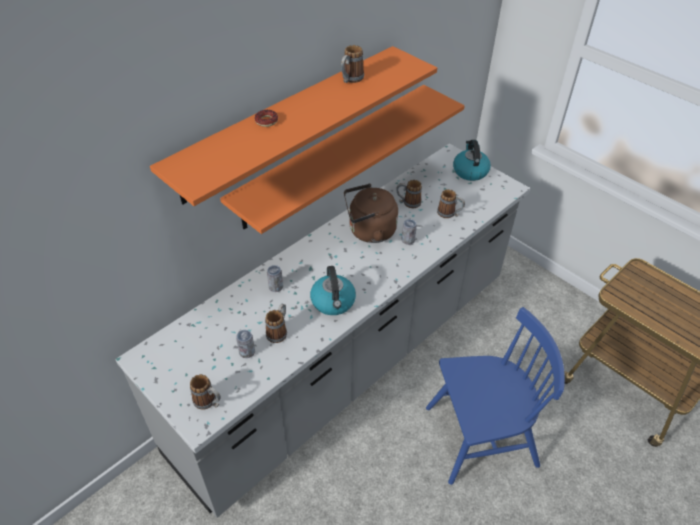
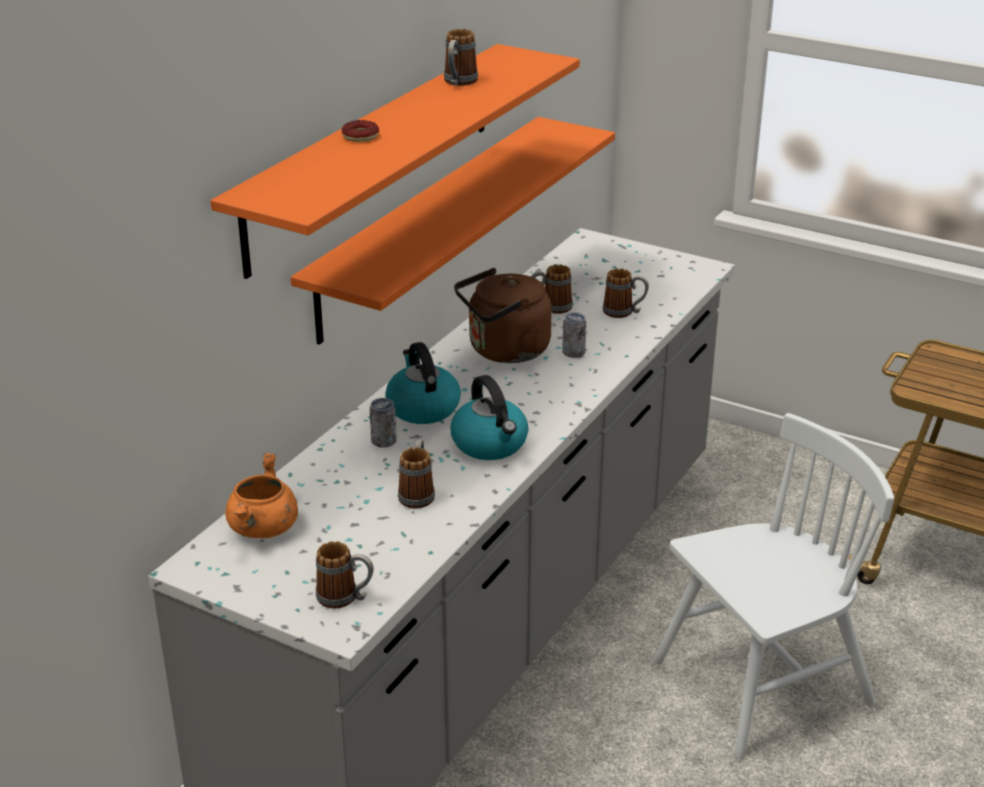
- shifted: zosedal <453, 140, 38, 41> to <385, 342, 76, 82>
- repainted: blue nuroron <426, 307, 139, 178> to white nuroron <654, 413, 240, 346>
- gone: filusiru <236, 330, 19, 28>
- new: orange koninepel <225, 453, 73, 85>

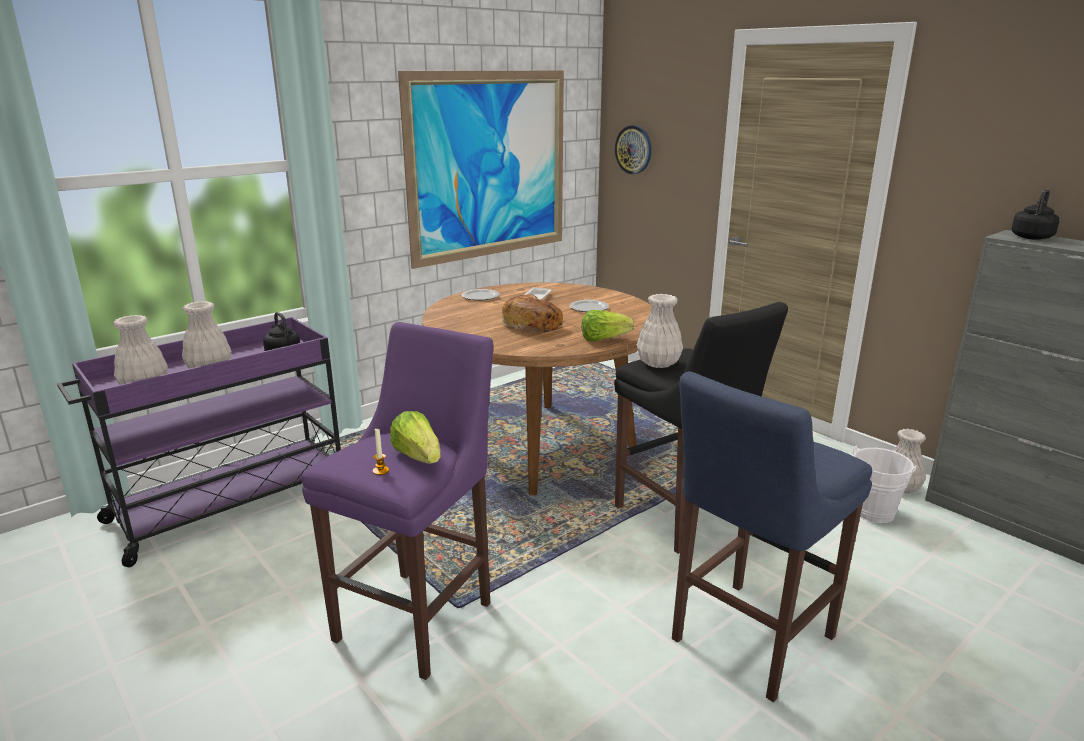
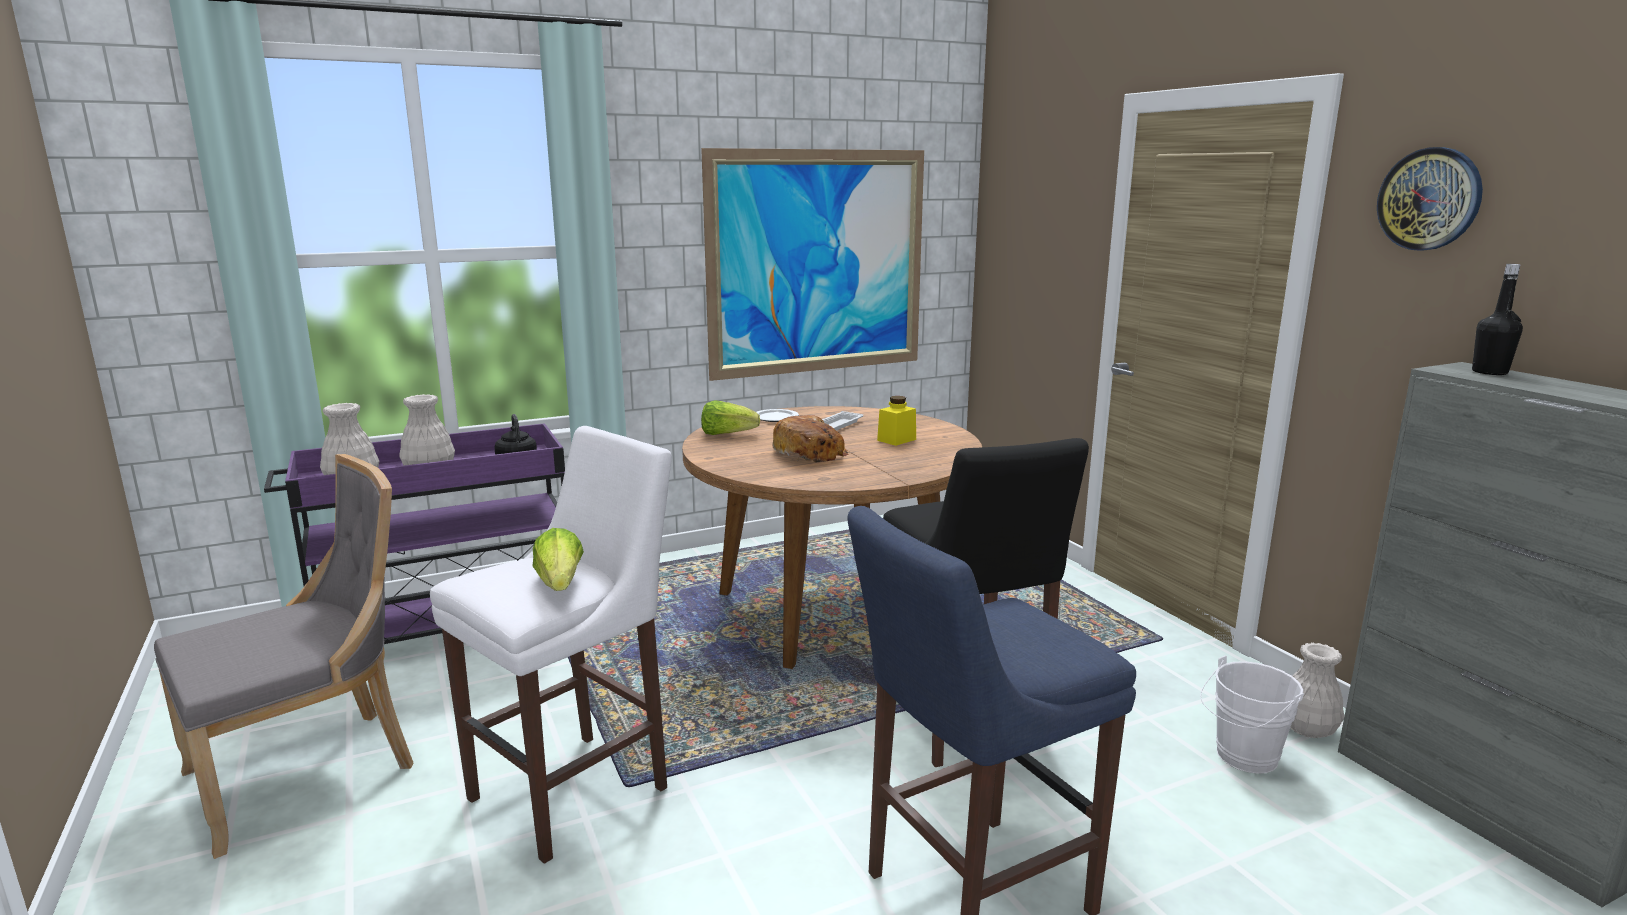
- shifted: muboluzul <615, 125, 37, 49> to <1377, 147, 106, 104>
- swapped: black zosedal <1011, 189, 48, 51> to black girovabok <1472, 264, 51, 111>
- gone: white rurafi <637, 294, 46, 74>
- swapped: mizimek <569, 300, 40, 12> to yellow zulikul <877, 396, 39, 50>
- shifted: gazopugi <582, 310, 52, 31> to <701, 400, 59, 35>
- repainted: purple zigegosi <302, 322, 191, 358> to white zigegosi <430, 426, 242, 438>
- gone: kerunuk <373, 429, 16, 46>
- new: grey nuroron <154, 454, 259, 405>

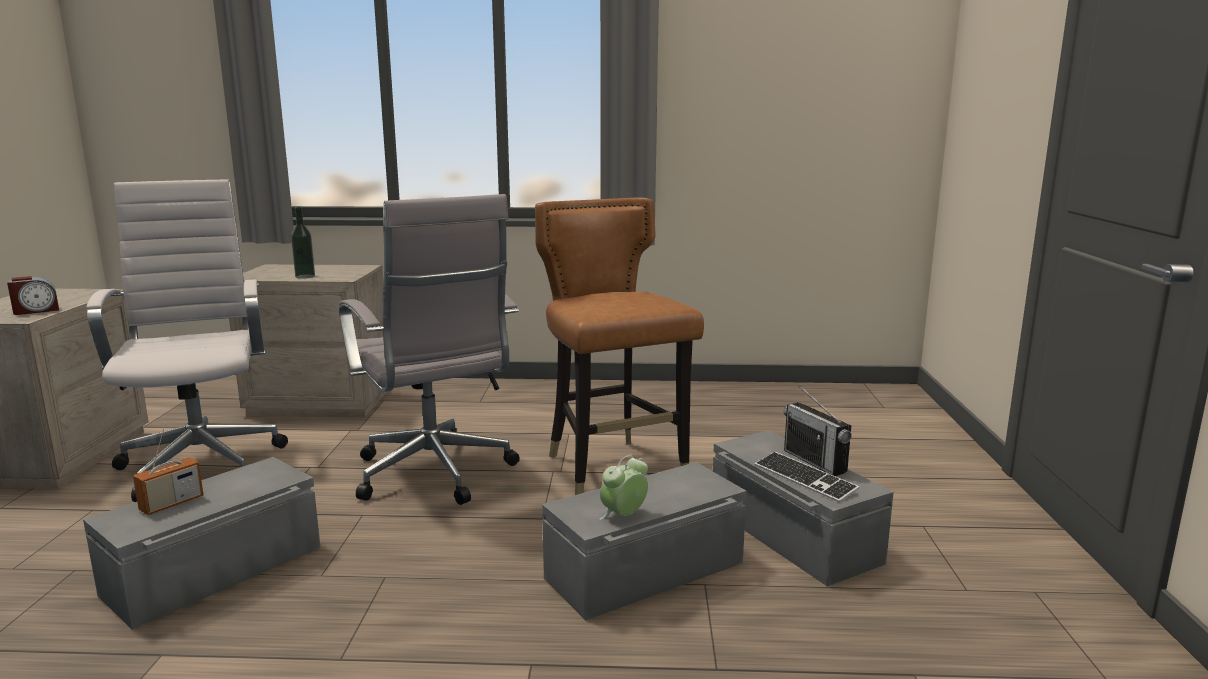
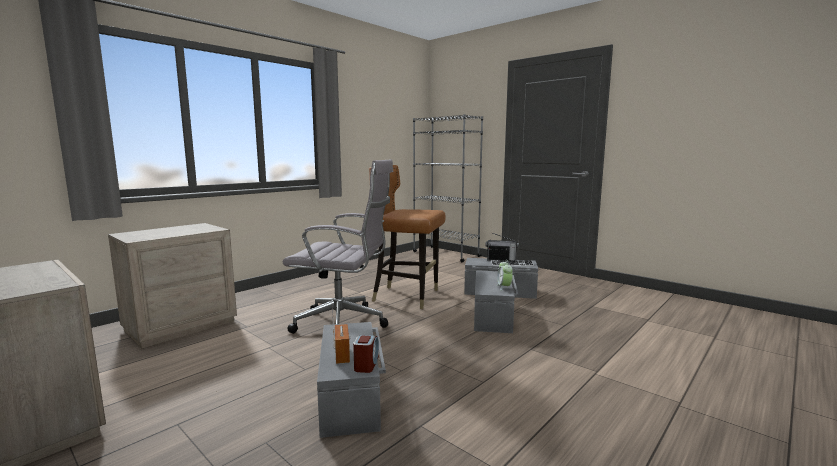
- gone: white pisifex <86, 179, 202, 323>
- gone: girovabok <291, 207, 24, 72>
- shifted: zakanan <7, 276, 52, 39> to <353, 335, 26, 38>
- new: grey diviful <413, 114, 70, 148>

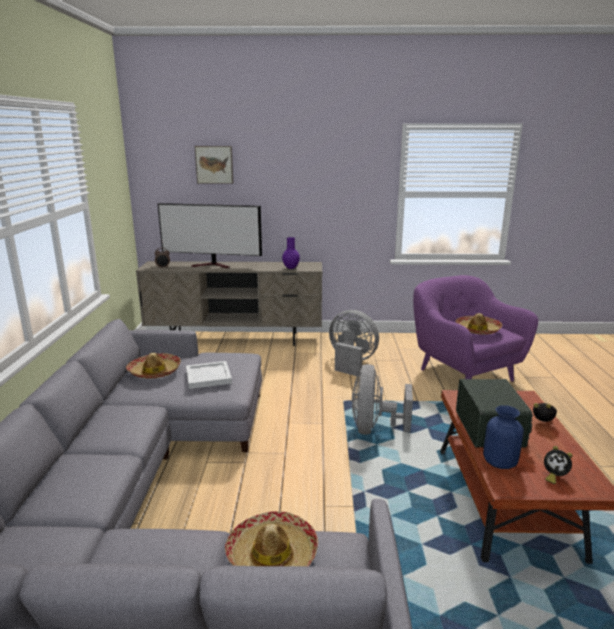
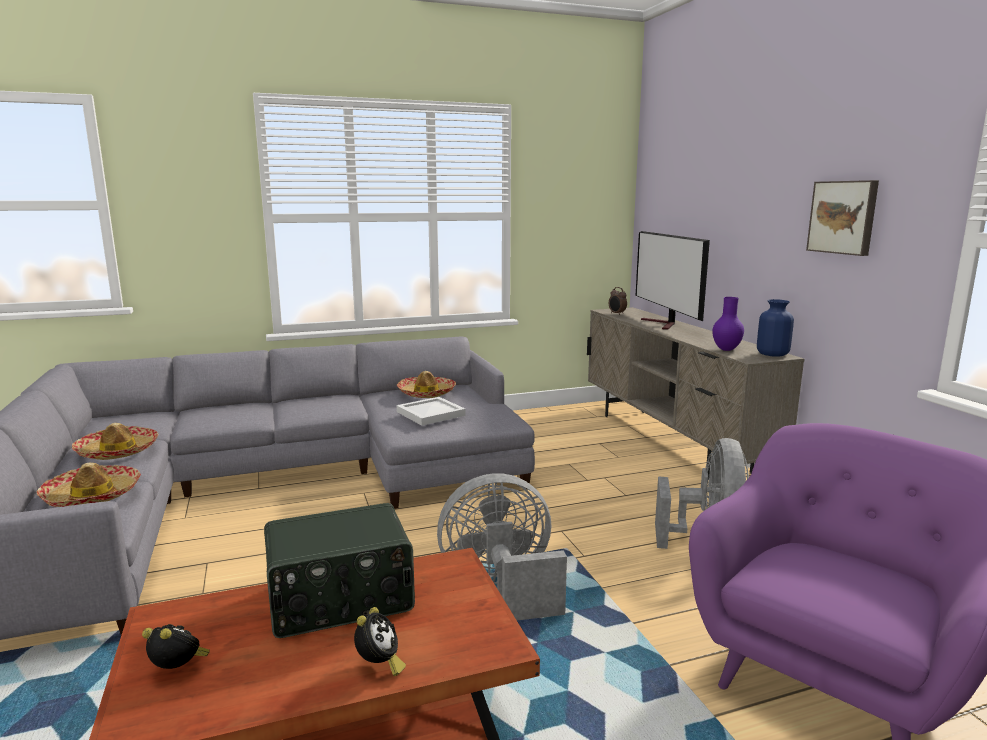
- shifted: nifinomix <195, 146, 38, 38> to <806, 180, 73, 76>
- shifted: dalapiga <455, 313, 48, 22> to <72, 423, 86, 37>
- shifted: blue rurafi <483, 405, 41, 64> to <757, 299, 37, 58>
- rotated: zakanan <544, 446, 28, 38> = <142, 624, 68, 45> 105 degrees clockwise

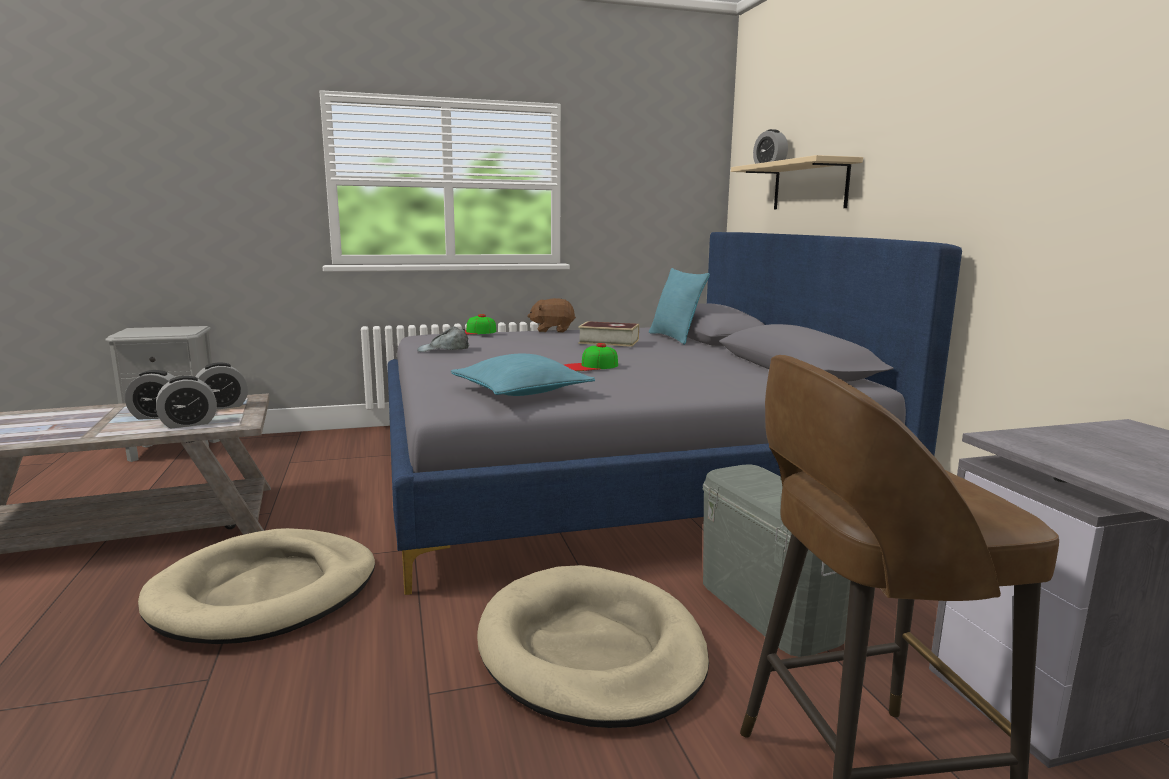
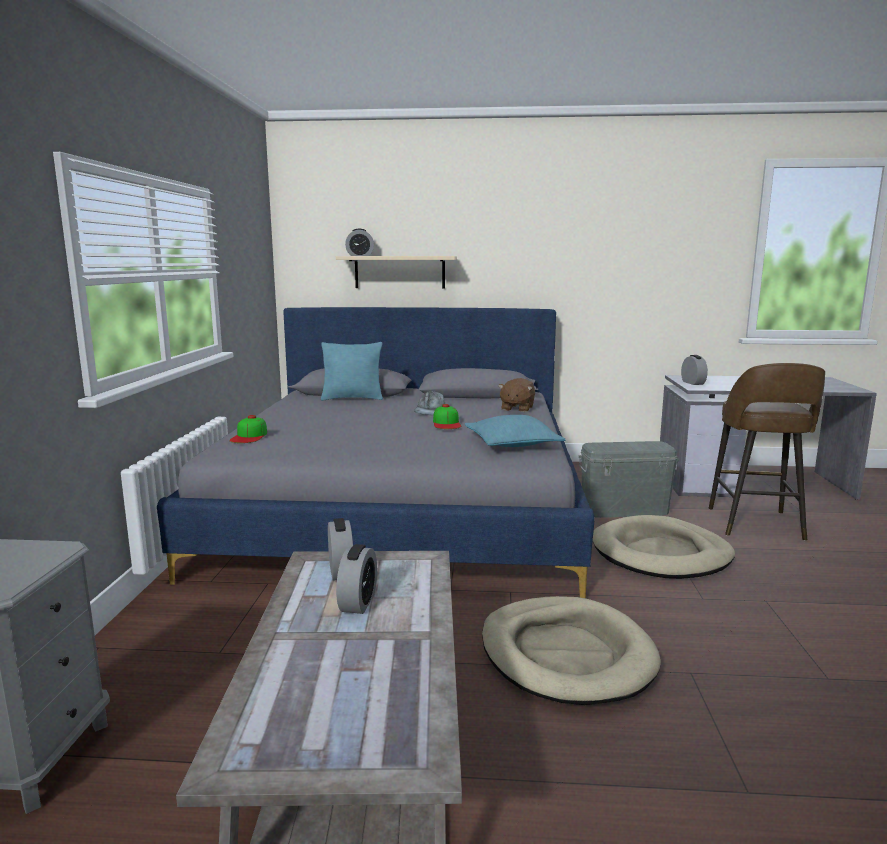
- shifted: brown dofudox <527, 298, 49, 34> to <498, 378, 37, 34>
- gone: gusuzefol <578, 321, 61, 26>
- shifted: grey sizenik <417, 327, 52, 25> to <414, 391, 31, 24>
- shifted: zakanan <156, 376, 61, 52> to <681, 355, 27, 30>

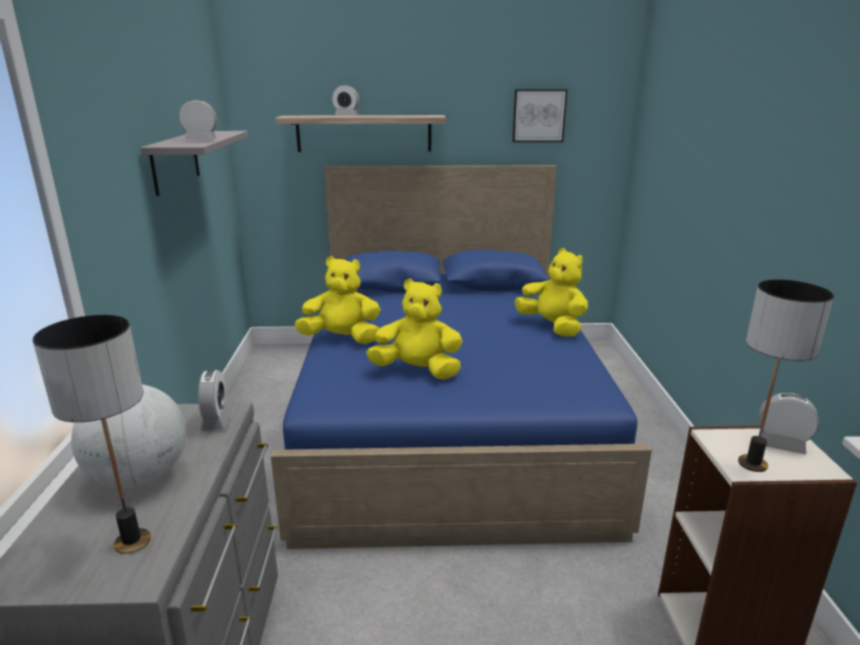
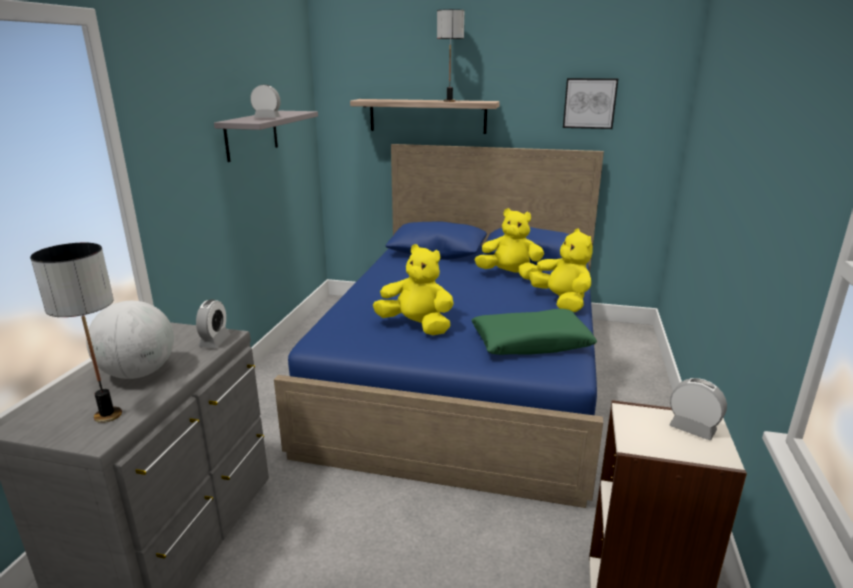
- gone: zakanan <332, 85, 27, 31>
- shifted: yellow dofudox <294, 256, 87, 88> to <474, 208, 70, 72>
- shifted: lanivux <738, 279, 96, 193> to <437, 9, 28, 93>
- new: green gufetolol <471, 309, 126, 46>

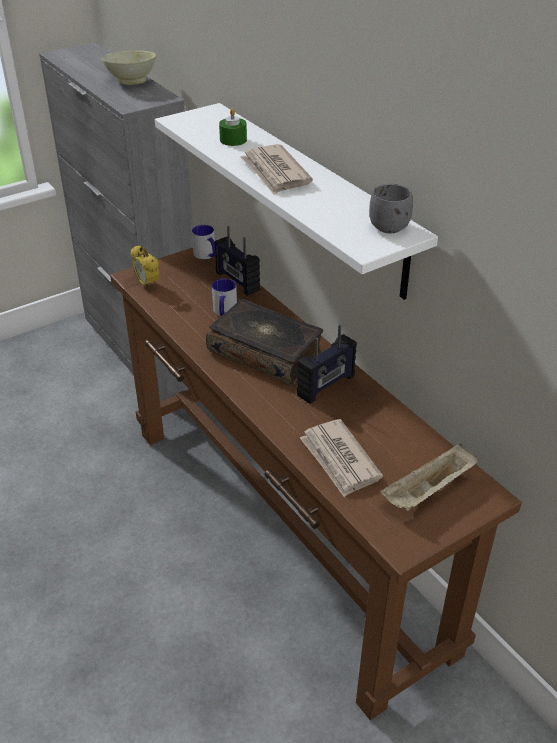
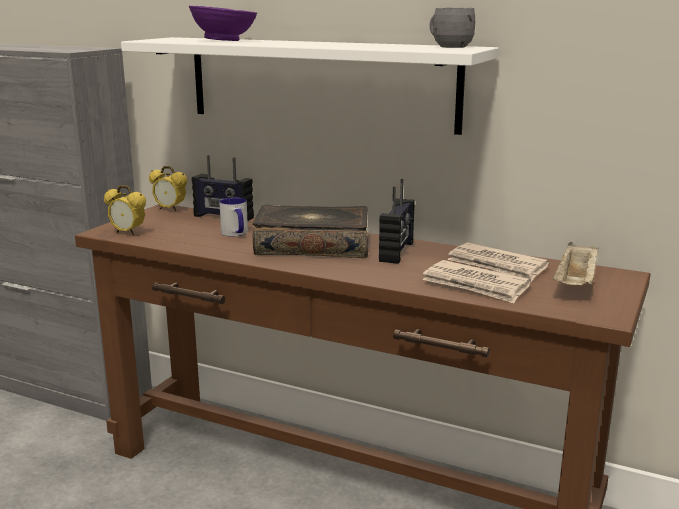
- gone: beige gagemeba <102, 50, 54, 35>
- swapped: green kerunuk <219, 108, 28, 38> to purple gagemeba <189, 6, 68, 35>
- shifted: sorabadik <240, 144, 73, 51> to <447, 242, 102, 40>
- swapped: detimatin <192, 225, 24, 34> to zakanan <149, 166, 38, 45>

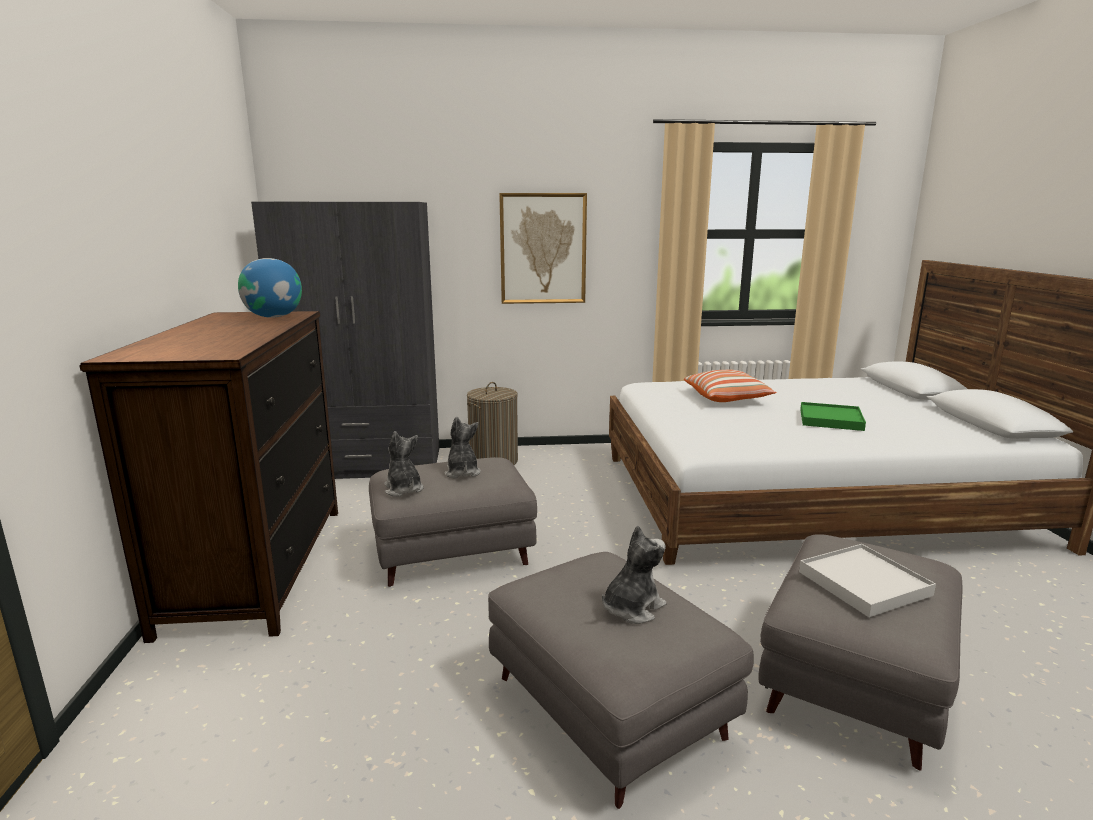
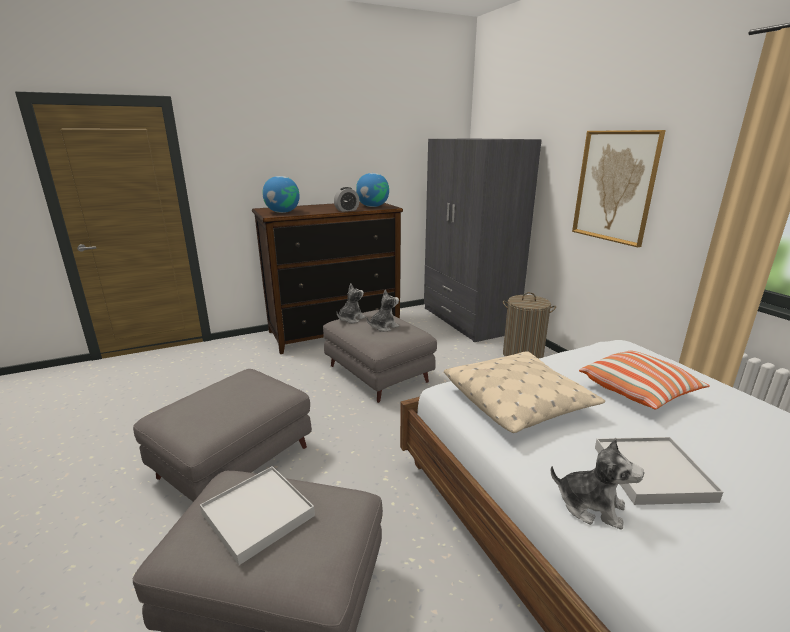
- repainted: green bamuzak <800, 402, 66, 29> to white bamuzak <595, 437, 128, 68>
- shifted: dofudox <602, 525, 64, 99> to <551, 438, 93, 92>
- new: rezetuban <262, 176, 38, 37>
- new: zakanan <334, 187, 25, 25>
- new: beige gufetolol <444, 351, 161, 82>

